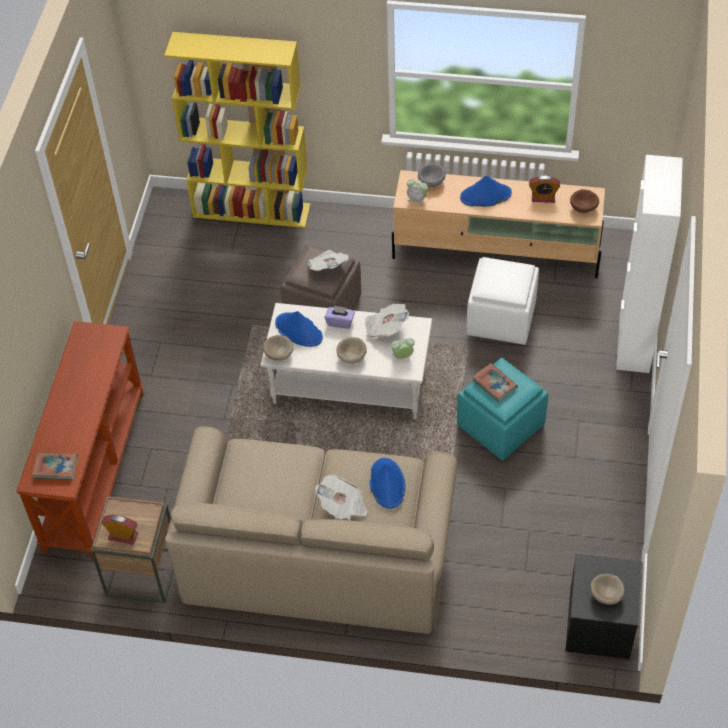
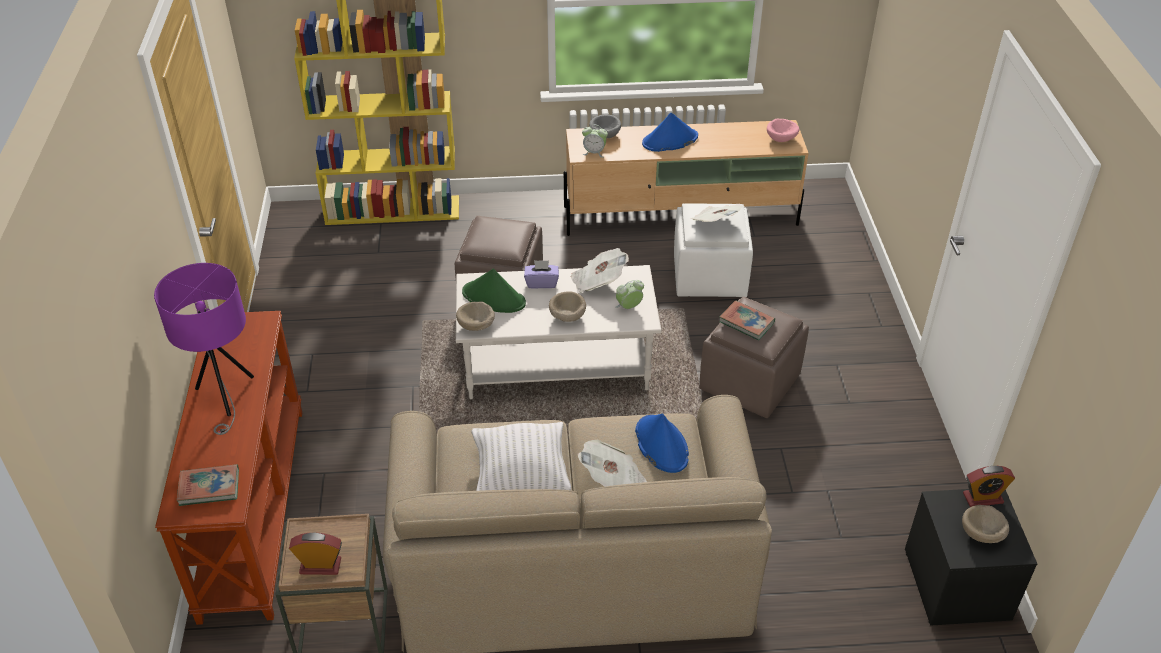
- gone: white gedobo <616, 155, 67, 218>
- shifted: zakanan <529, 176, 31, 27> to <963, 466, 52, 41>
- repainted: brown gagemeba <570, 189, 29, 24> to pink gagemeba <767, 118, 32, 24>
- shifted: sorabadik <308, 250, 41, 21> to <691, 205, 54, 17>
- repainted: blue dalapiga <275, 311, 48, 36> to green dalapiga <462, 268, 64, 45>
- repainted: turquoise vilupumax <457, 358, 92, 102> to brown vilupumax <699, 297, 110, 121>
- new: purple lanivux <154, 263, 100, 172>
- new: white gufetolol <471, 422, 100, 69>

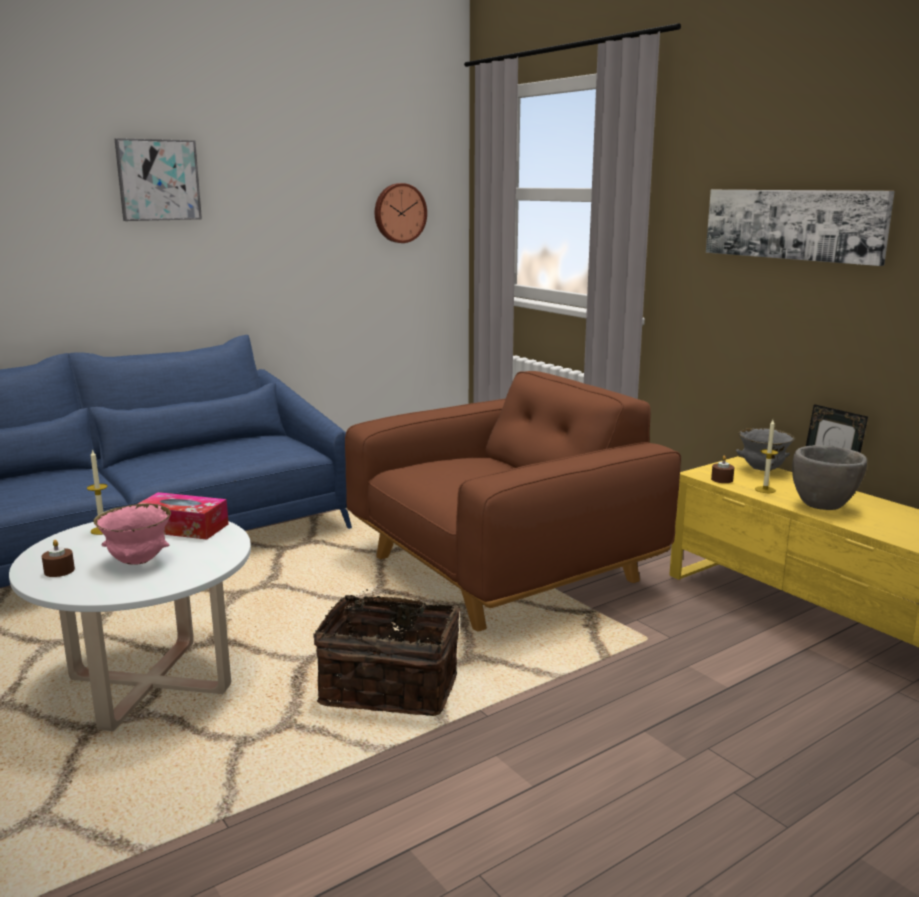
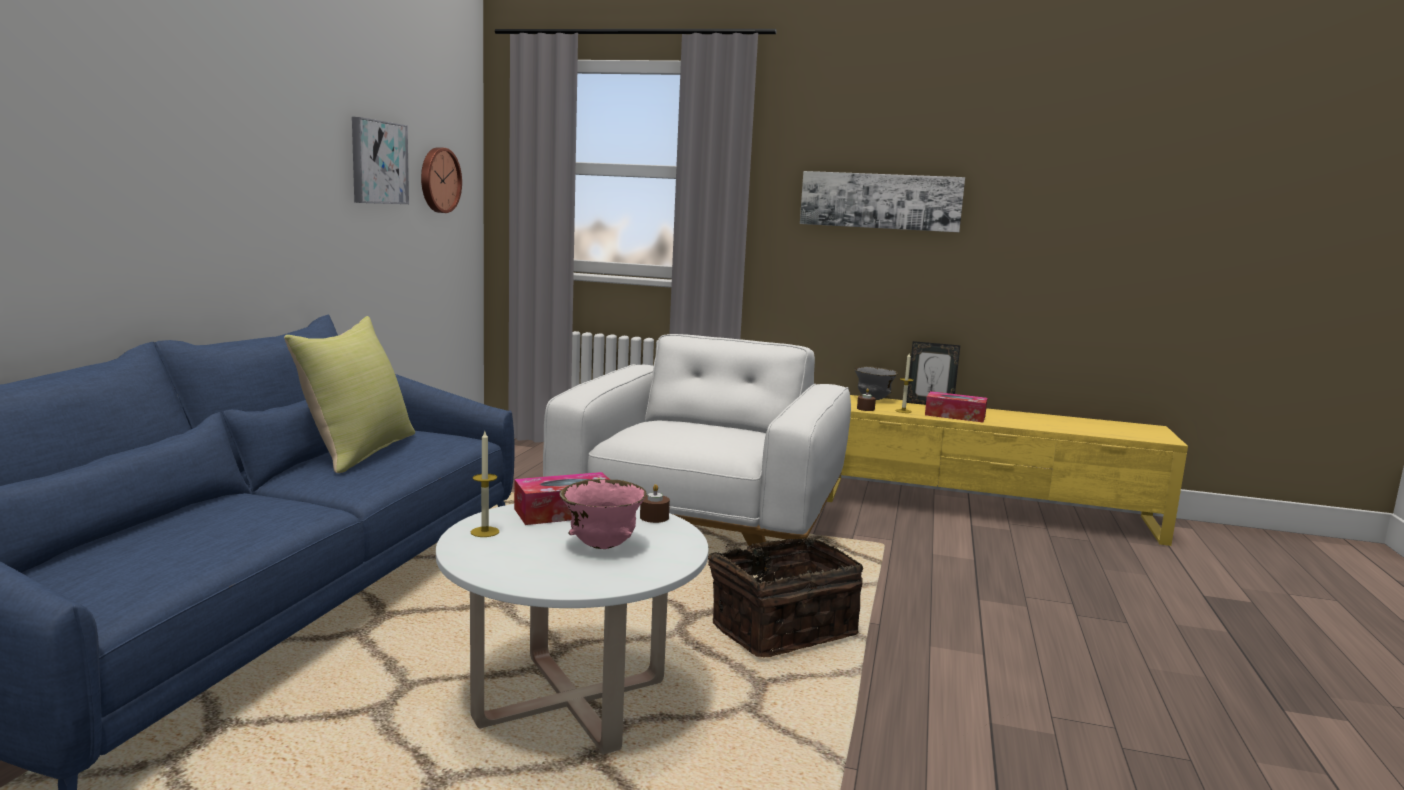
- shifted: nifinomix <115, 138, 87, 83> to <352, 117, 57, 87>
- repainted: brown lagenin <345, 371, 336, 261> to white lagenin <543, 334, 308, 237>
- swapped: grey gagemeba <792, 445, 75, 65> to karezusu <925, 391, 62, 31>
- shifted: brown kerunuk <42, 540, 33, 37> to <640, 484, 30, 39>
- new: yellow gufetolol <284, 316, 131, 157>

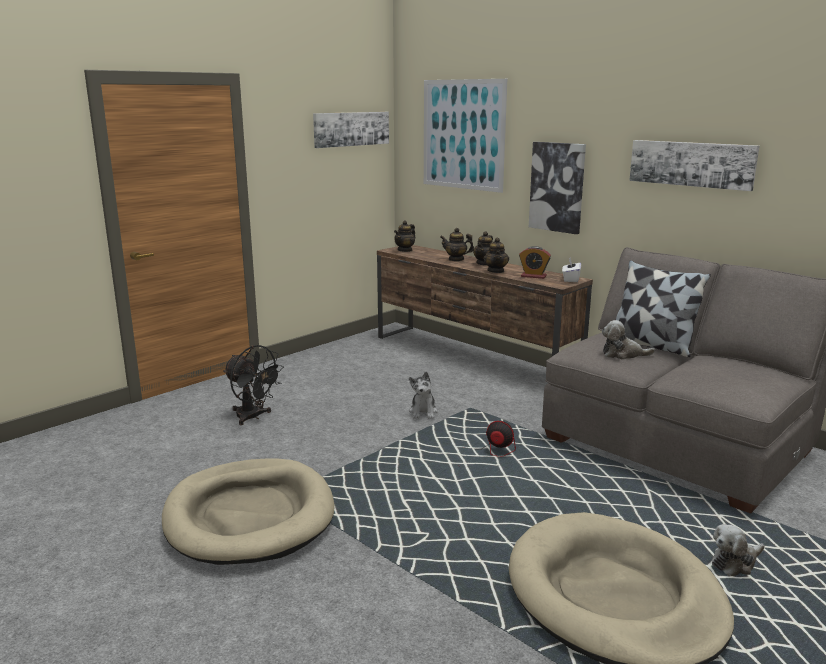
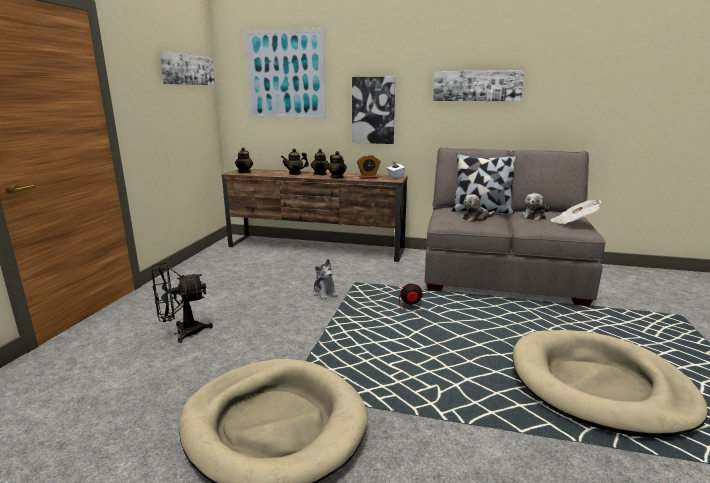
- rotated: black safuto <223, 345, 61, 80> = <151, 263, 62, 80> 150 degrees clockwise
- shifted: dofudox <712, 524, 52, 52> to <522, 193, 27, 28>
- new: sorabadik <550, 200, 52, 24>

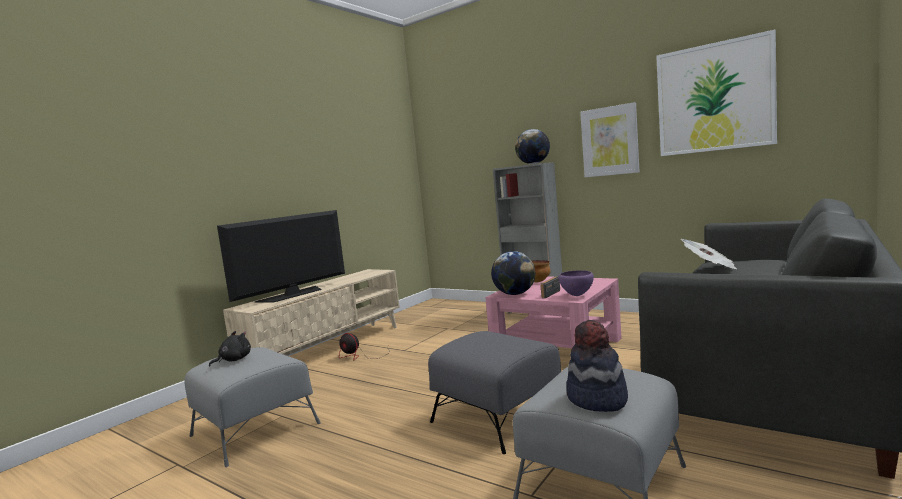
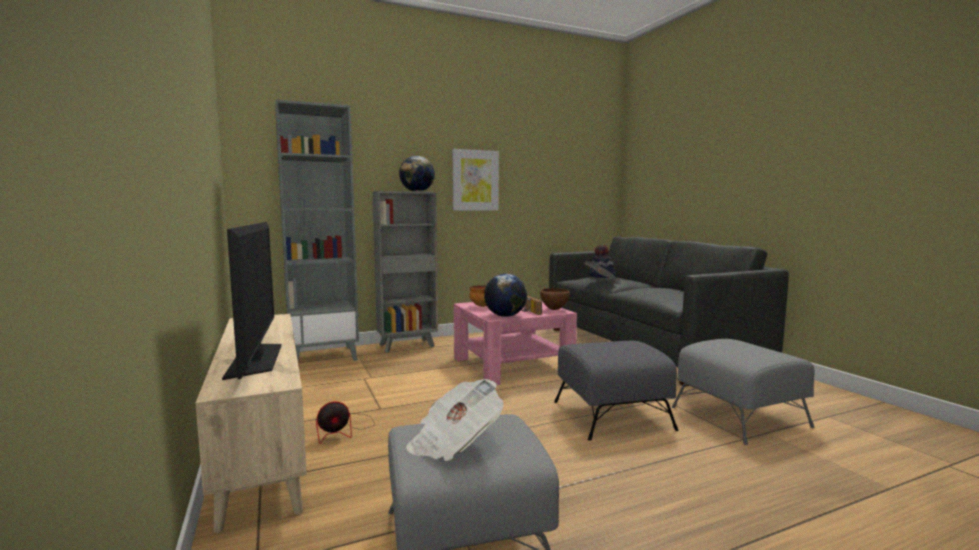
- gone: nifinomix <656, 30, 121, 126>
- repainted: purple gagemeba <558, 270, 36, 26> to brown gagemeba <540, 288, 30, 22>
- shifted: dalapiga <566, 320, 62, 92> to <589, 245, 27, 33>
- swapped: black dofudox <209, 331, 42, 36> to sorabadik <406, 379, 98, 82>
- new: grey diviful <275, 99, 84, 262>

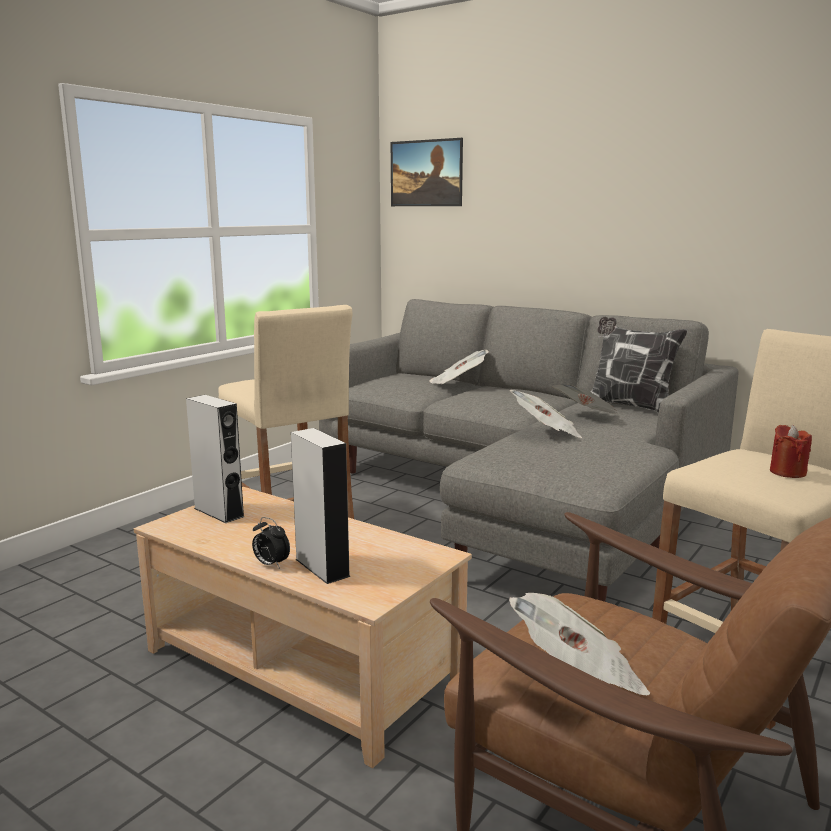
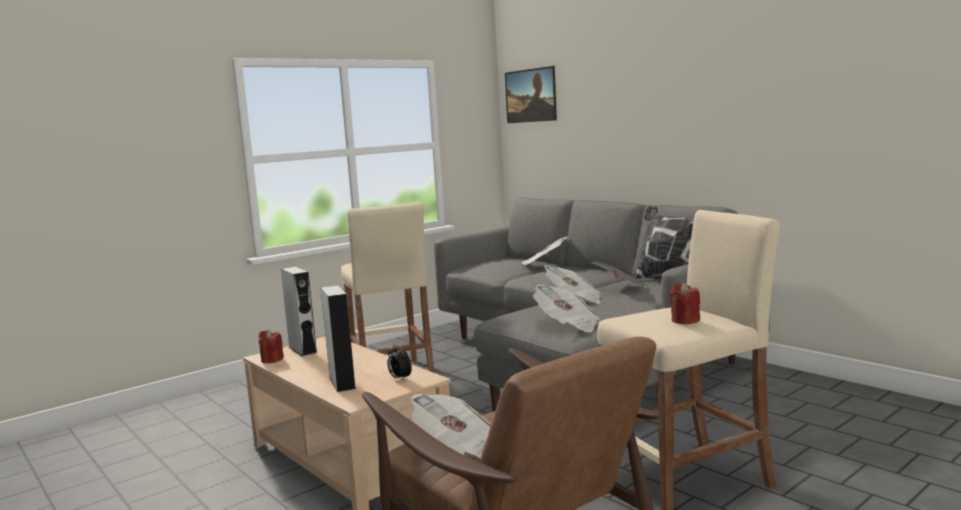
- shifted: zakanan <252, 517, 38, 51> to <387, 344, 25, 37>
- new: sorabadik <533, 285, 67, 47>
- new: red kerunuk <259, 330, 25, 33>

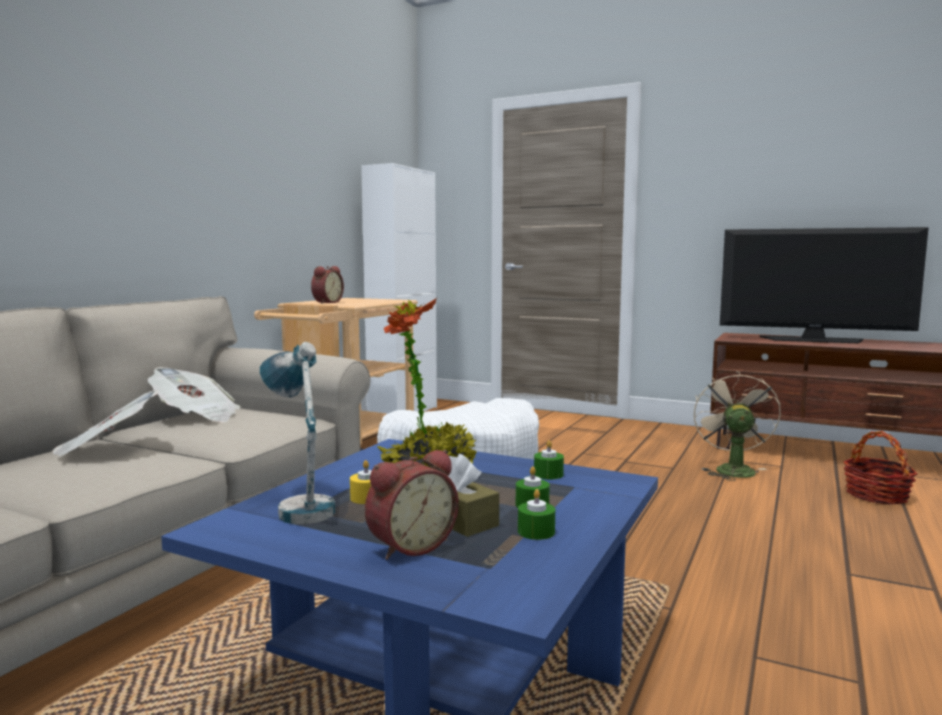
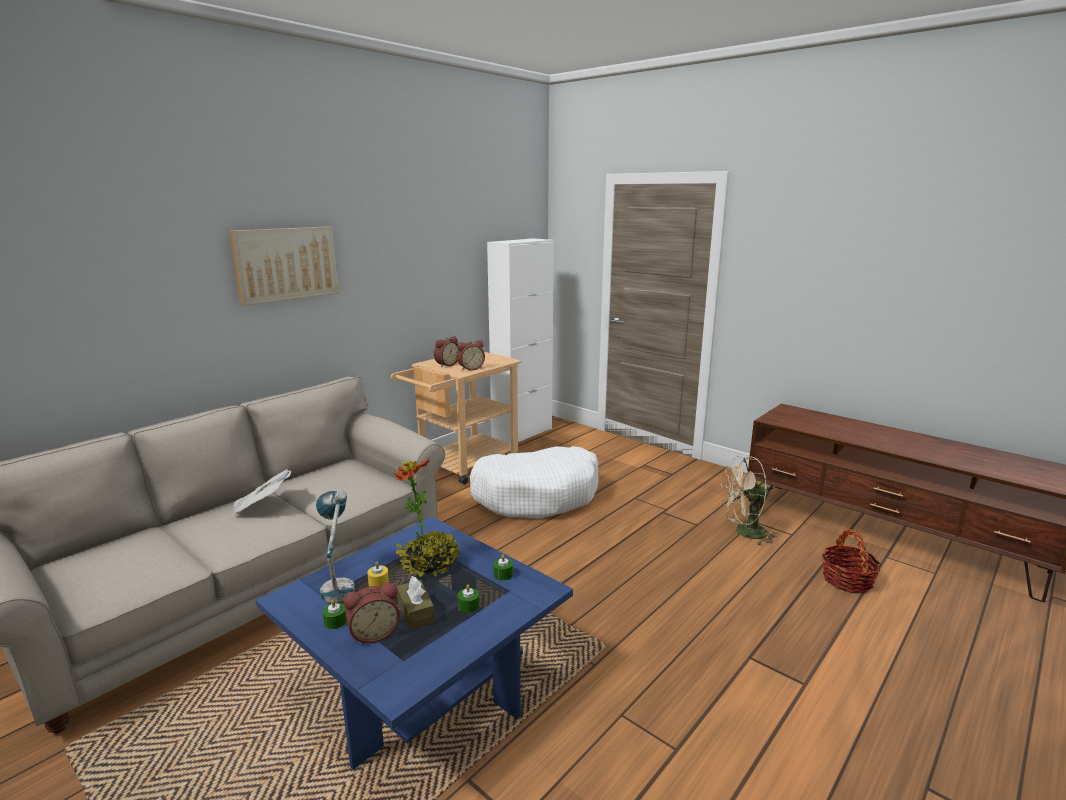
- gone: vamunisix <720, 227, 209, 116>
- gone: sorabadik <148, 367, 92, 56>
- rotated: beige safuto <694, 371, 87, 110> = <721, 456, 57, 89> 120 degrees counterclockwise
- shifted: green kerunuk <518, 489, 37, 51> to <323, 599, 24, 30>
- new: nifinomix <229, 226, 110, 80>
- new: zakanan <457, 340, 28, 31>

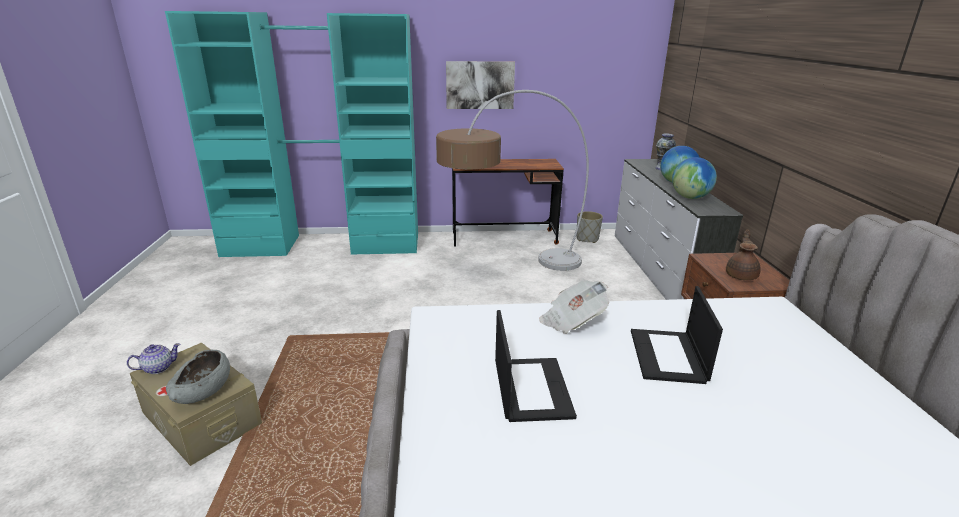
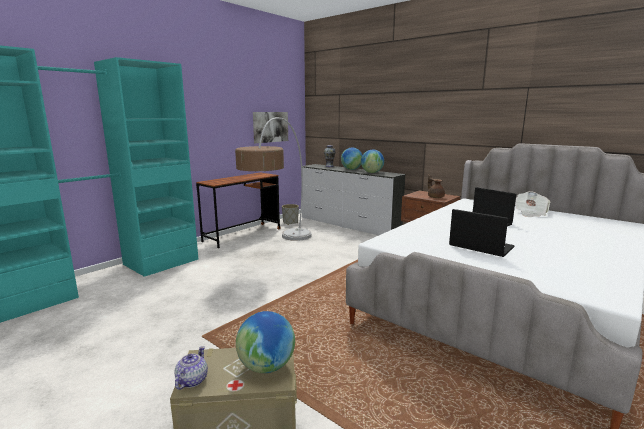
- shifted: nifinomix <446, 61, 69, 48> to <253, 112, 35, 31>
- shifted: sorabadik <539, 280, 70, 54> to <515, 191, 35, 26>
- swapped: grey gagemeba <166, 349, 64, 55> to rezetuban <236, 311, 59, 62>

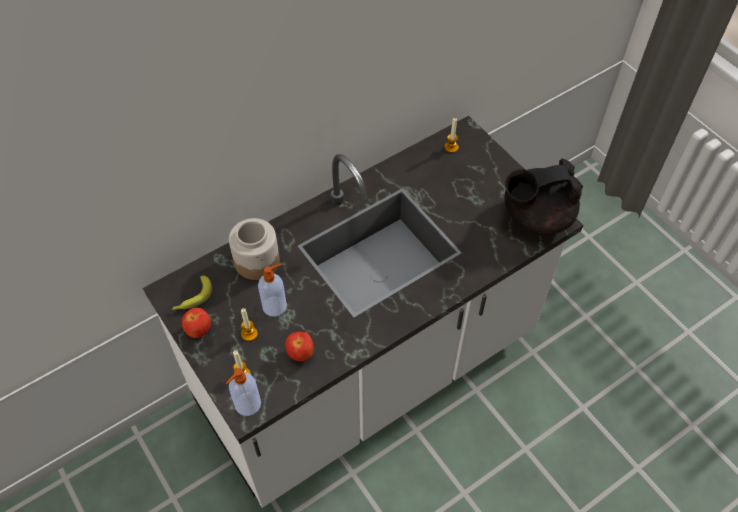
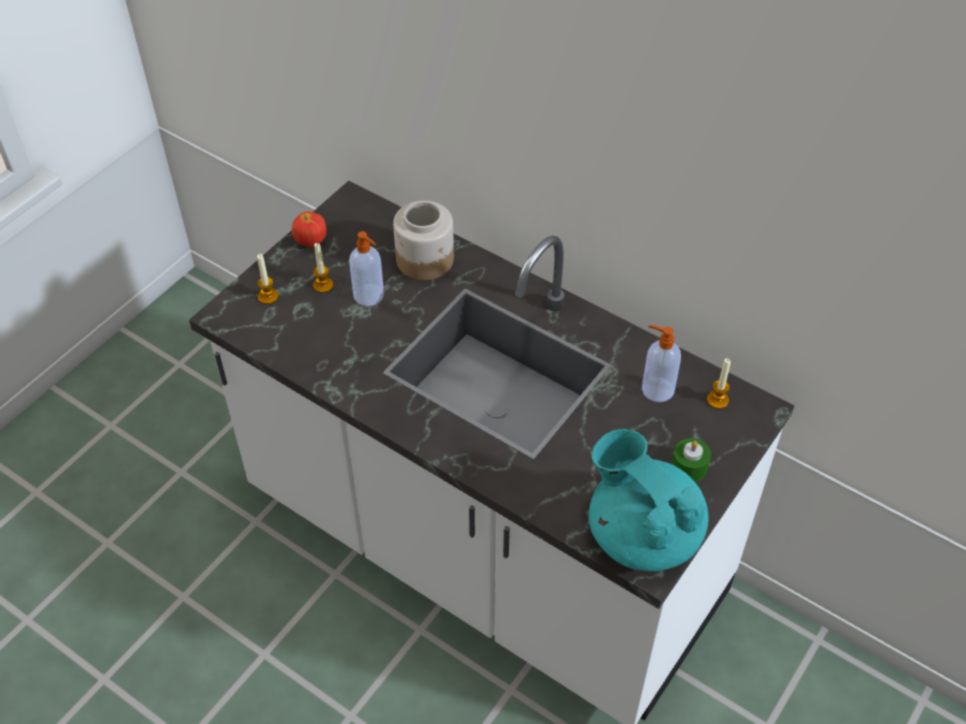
- repainted: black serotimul <504, 159, 79, 76> to turquoise serotimul <589, 429, 120, 142>
- gone: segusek <172, 276, 40, 34>
- gone: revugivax <285, 332, 29, 29>
- shifted: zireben <226, 368, 35, 48> to <642, 325, 39, 77>
- new: green kerunuk <672, 438, 39, 44>

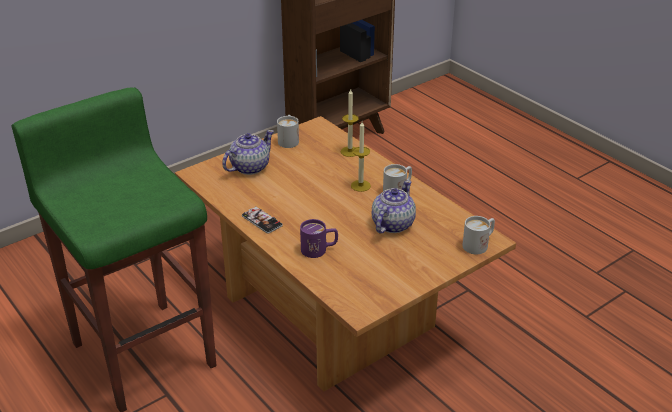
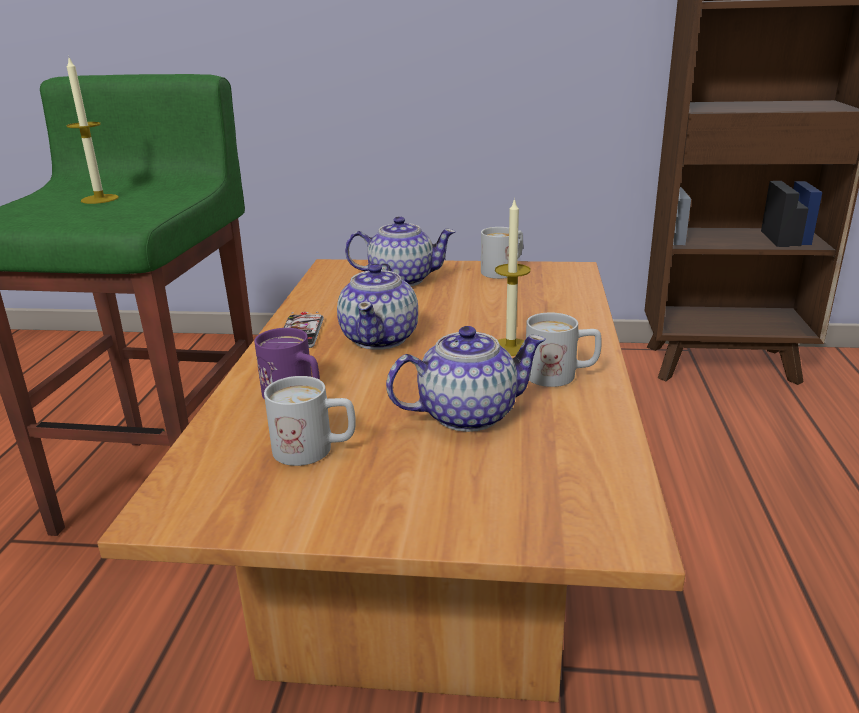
- shifted: kerunuk <341, 89, 18, 68> to <67, 58, 52, 146>
- shifted: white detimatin <462, 216, 33, 38> to <264, 376, 92, 90>
- new: serotimul <337, 263, 81, 87>

